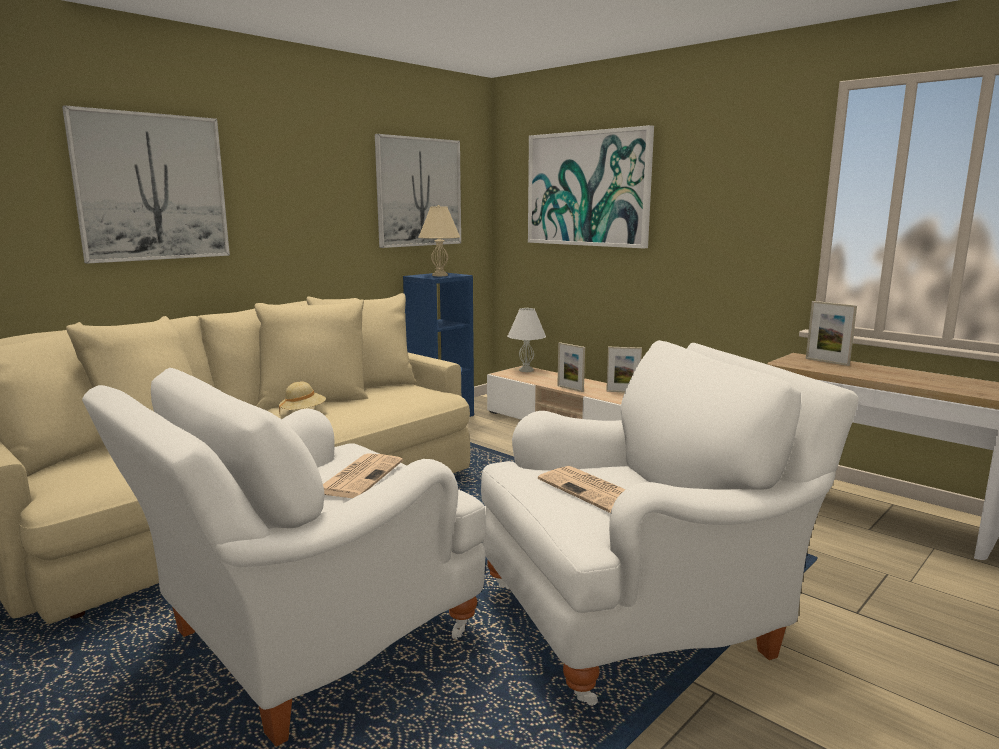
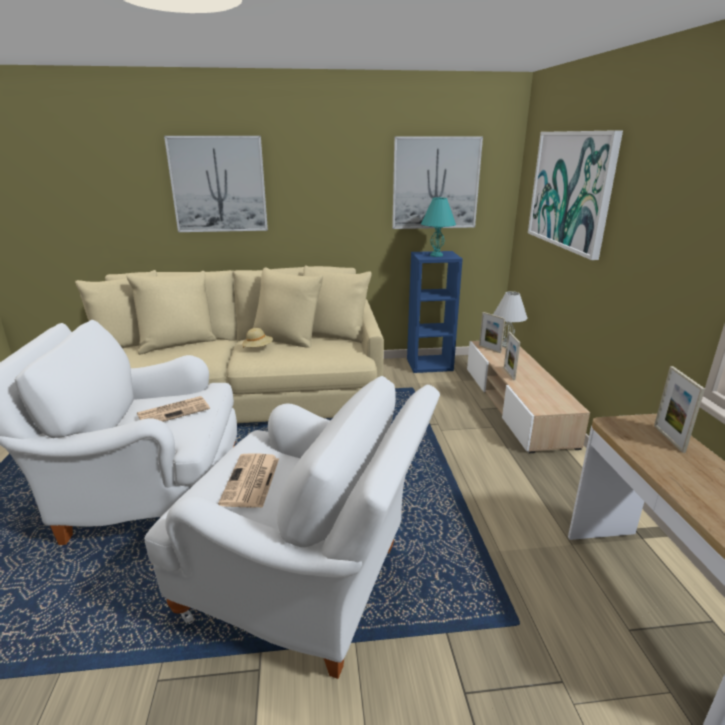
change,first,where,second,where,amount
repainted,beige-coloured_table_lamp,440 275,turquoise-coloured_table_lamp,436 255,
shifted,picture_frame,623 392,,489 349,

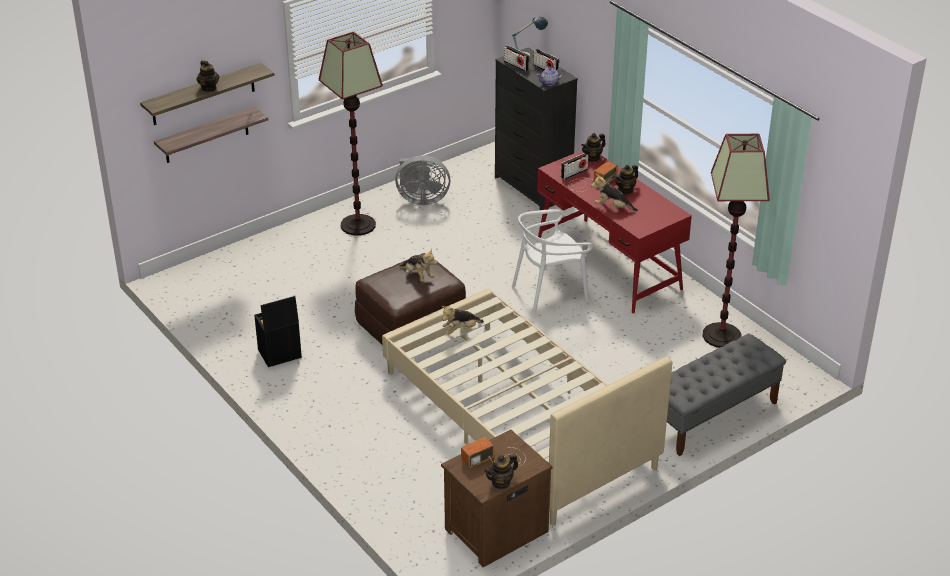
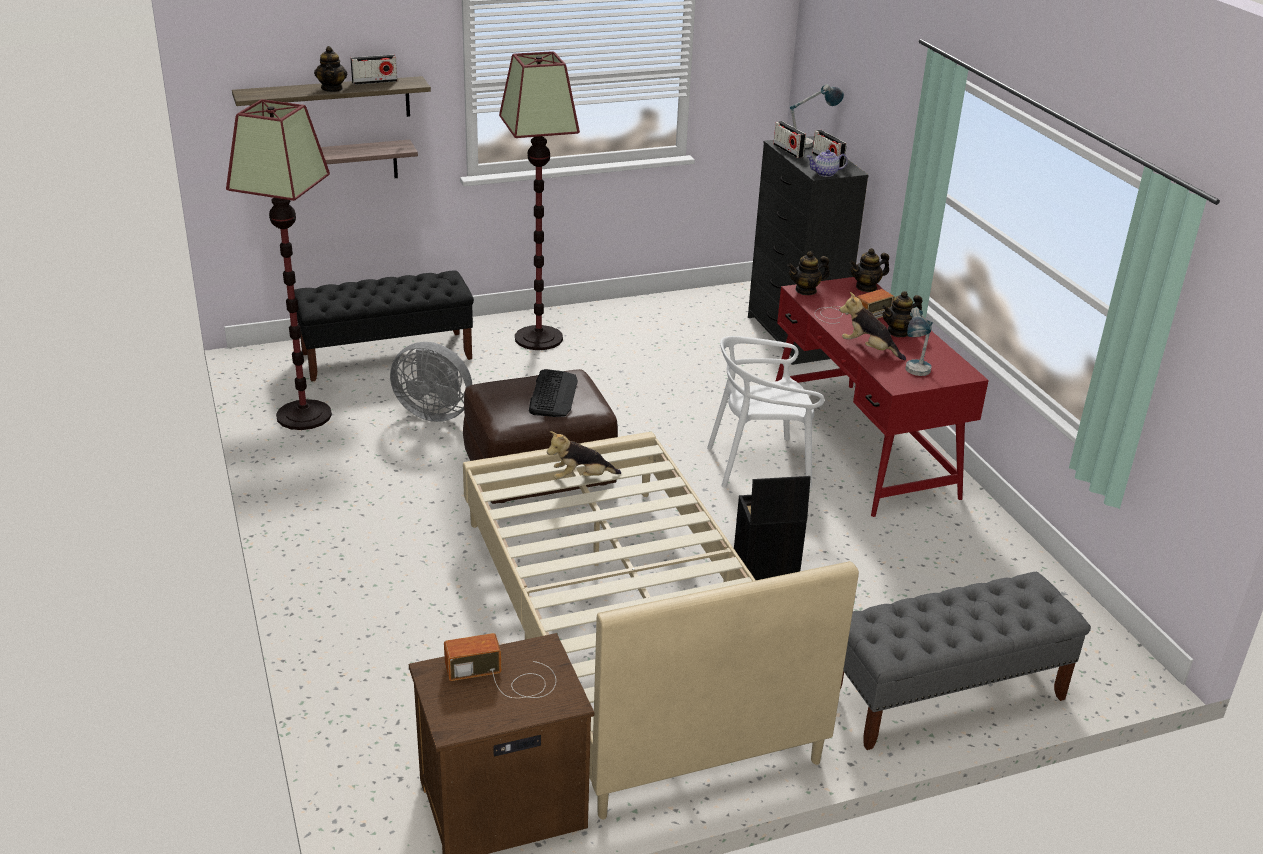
change,first,where,second,where,amount
shifted,standing_lamp,721 335,,304 415,
shifted,radio_receiver,574 173,,374 82,
shifted,greyish_electric_fan,421 199,,434 412,
swapped,plush_toy,418 276,computer_keyboard,553 394,
shifted,blackish_storage_box,279 354,,764 566,
shifted,tea_pot,501 483,,806 290,
new,,,blackish_indoor_bench,387 356,
new,,,table_lamp,914 374,

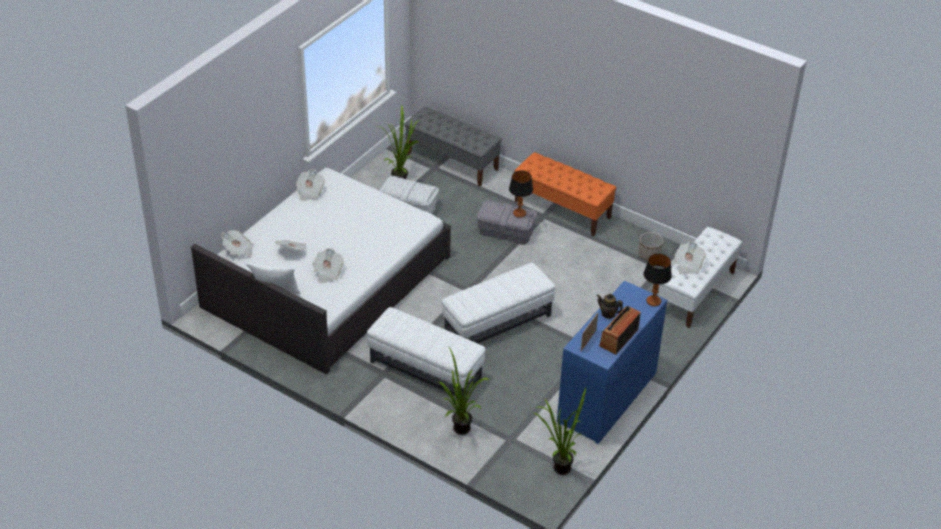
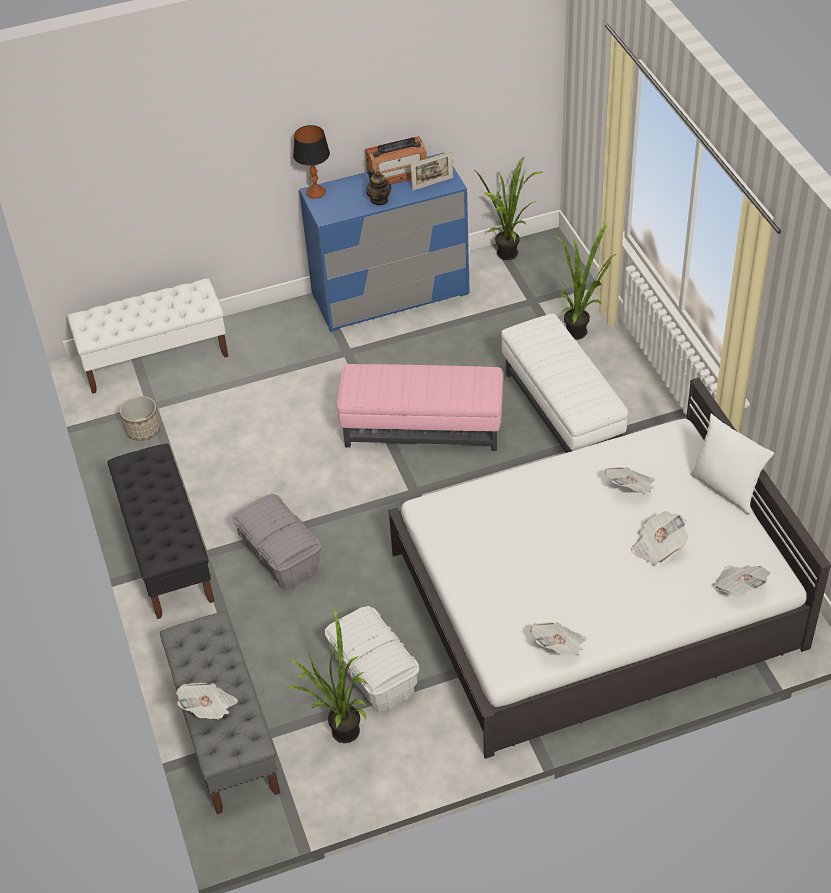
change,first,where,second,where,amount
repainted,orangey_indoor_bench,563 209,blackish_indoor_bench,166 551,
gone,table_lamp,519 213,,,
shifted,printed_paper,688 265,,209 708,
repainted,white_footrest,497 323,pink-coloured_footrest,422 430,

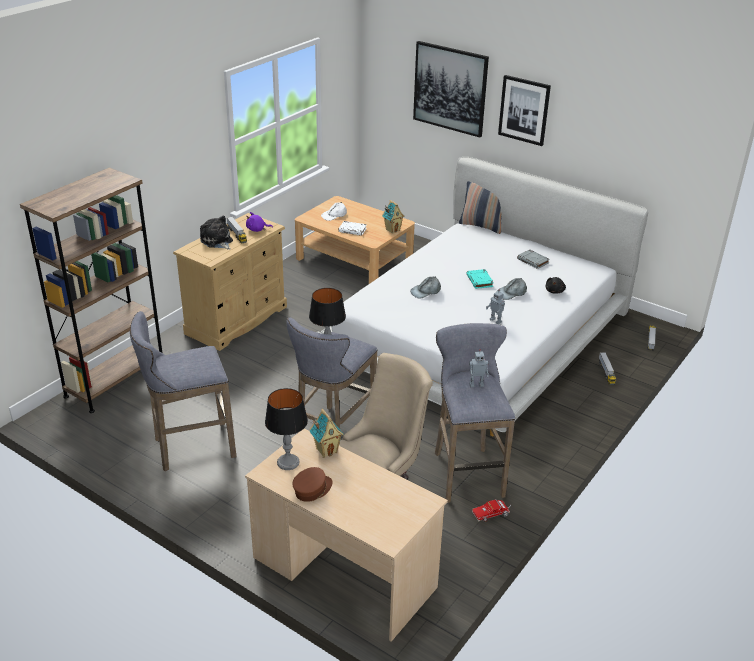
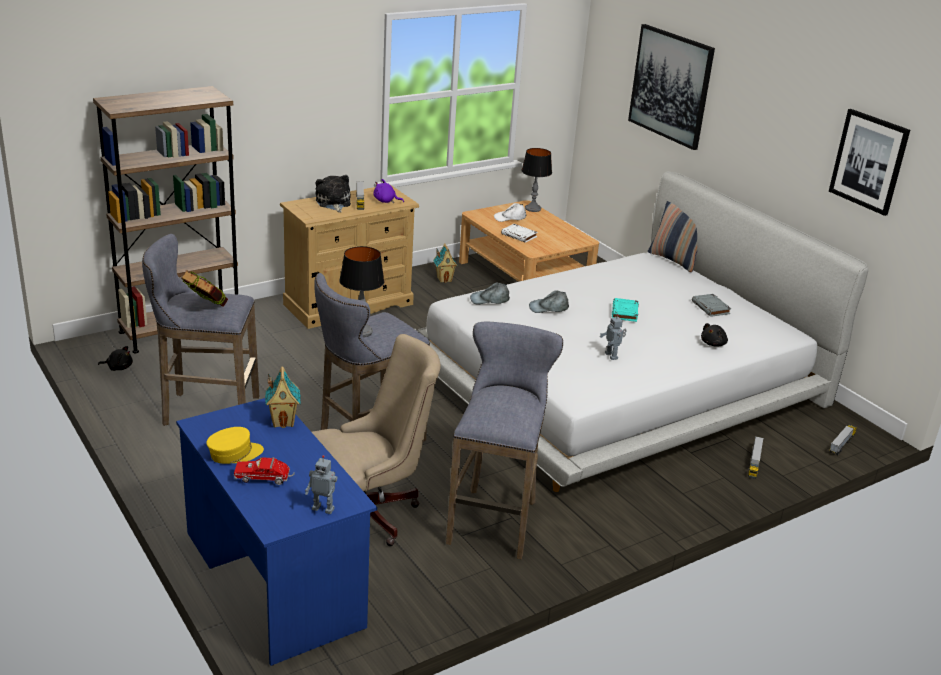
change,first,where,second,where,amount
shifted,wall_art,524 110,,869 161,
shifted,miniature_house,392 230,,444 279,
shifted,greyish_cap,512 292,,490 299,
shifted,toy_robot,476 384,,323 508,
shifted,table_lamp,288 463,,532 209,
repainted,beige-coloured_desk,344 572,blue-coloured_desk,273 578,
repainted,brownish_cap,312 489,yellow_cap,234 453,
shifted,toy_lorry,492 514,,265 478,
new,,,volume,206 309,
new,,,blackish_plush_toy,118 367,

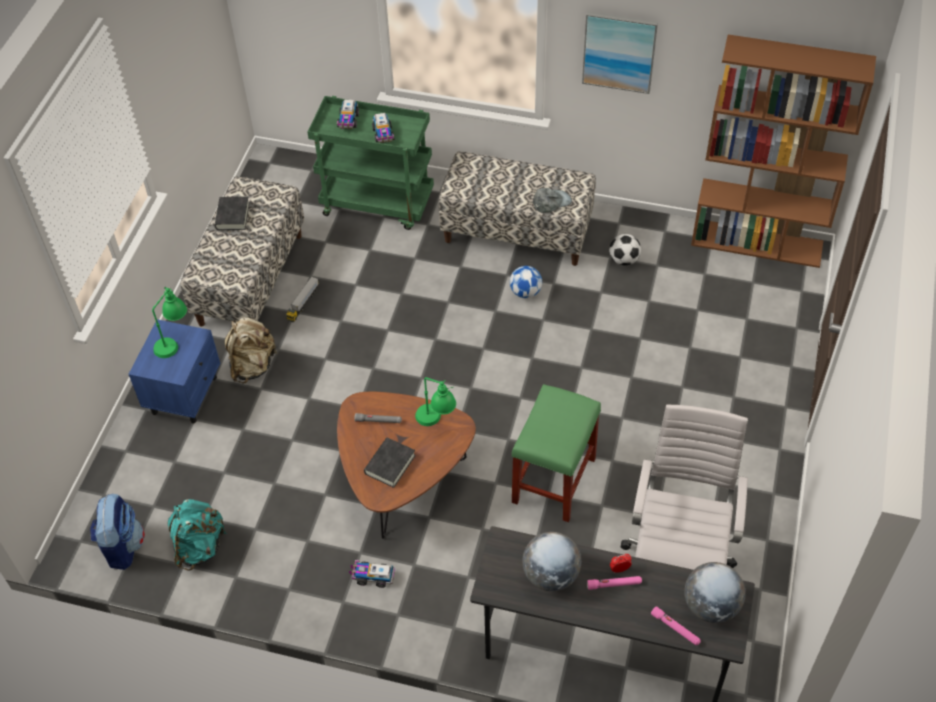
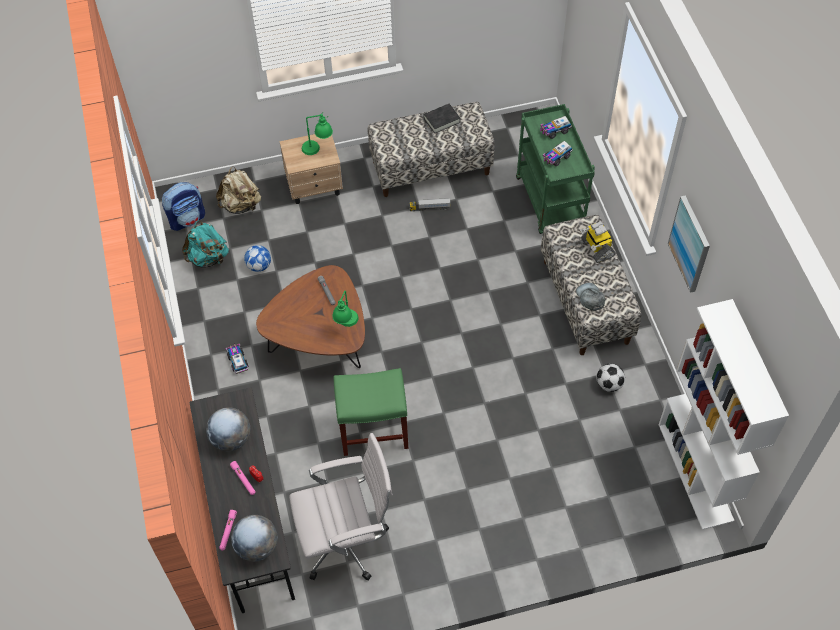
change,first,where,second,where,amount
repainted,brownish_shelving_unit,757 243,white_shelving_unit,696 472,
rotated,greyish_cap,551 202,,590 297,150 degrees counterclockwise
shifted,football,525 292,,259 266,
shifted,beige-coloured_rucksack,252 365,,241 205,
repainted,blue-coloured_nightstand,185 394,beige-coloured_nightstand,315 186,
gone,blackish_volume,390 464,,,
new,,,toy_robot,596 248,

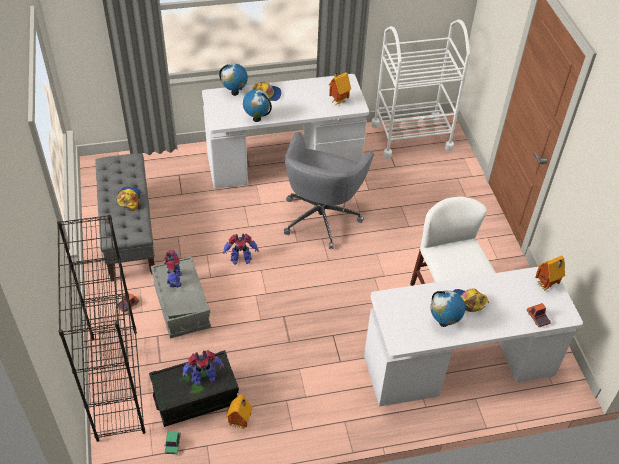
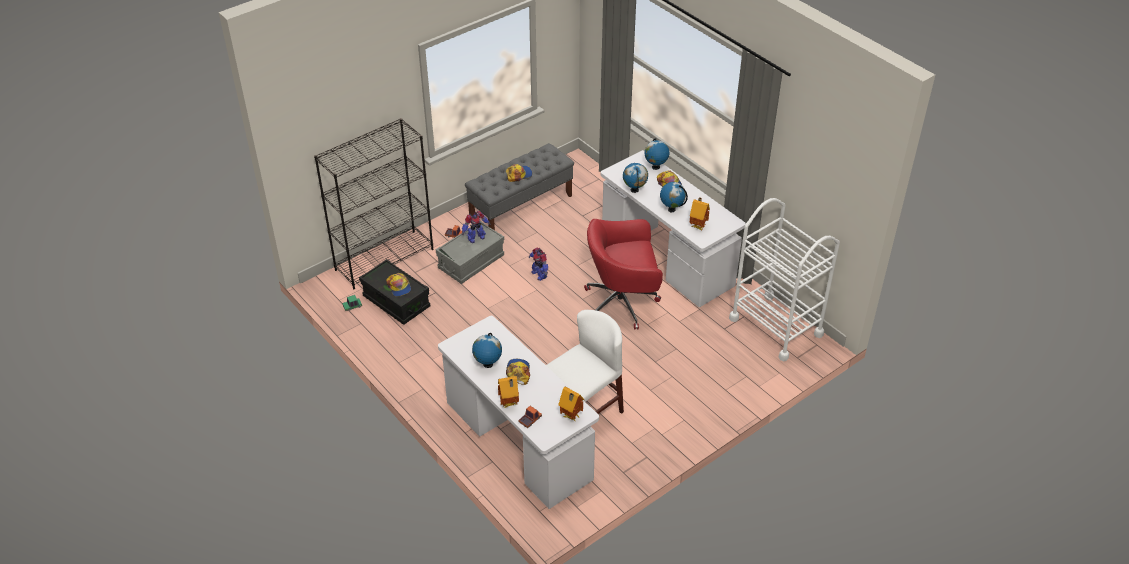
change,first,where,second,where,amount
repainted,greyish_computer_chair,321 216,reddish_computer_chair,622 303,
swapped,toy_robot,203 378,cap,399 287,
shifted,miniature_house,241 423,,509 404,
new,,,desk_globe,671 209,

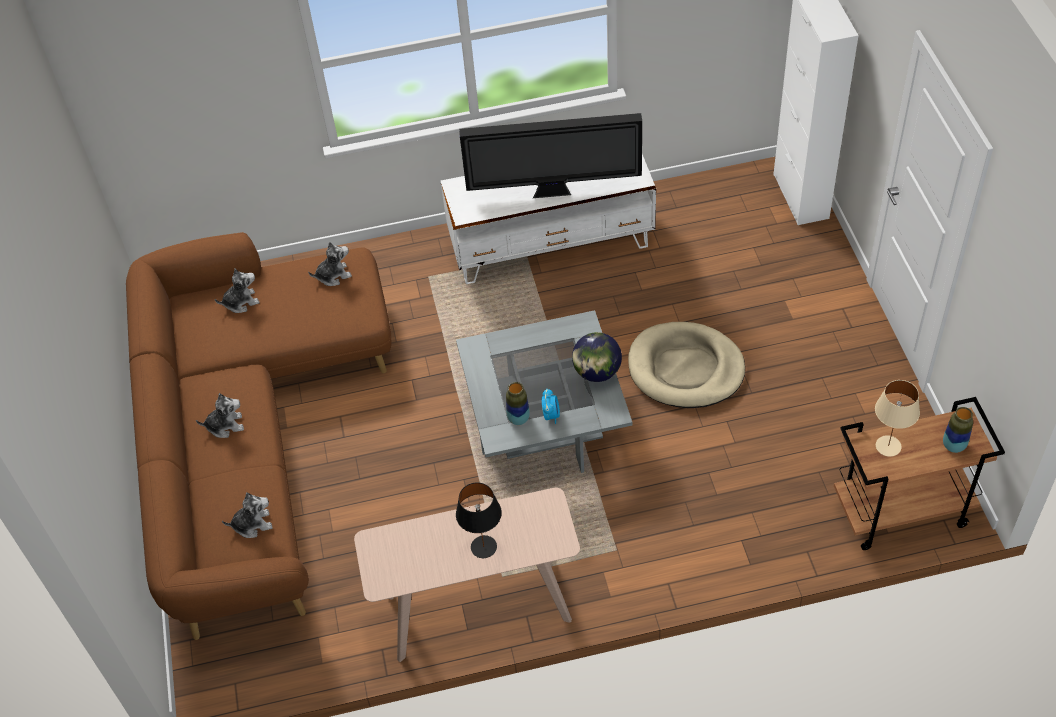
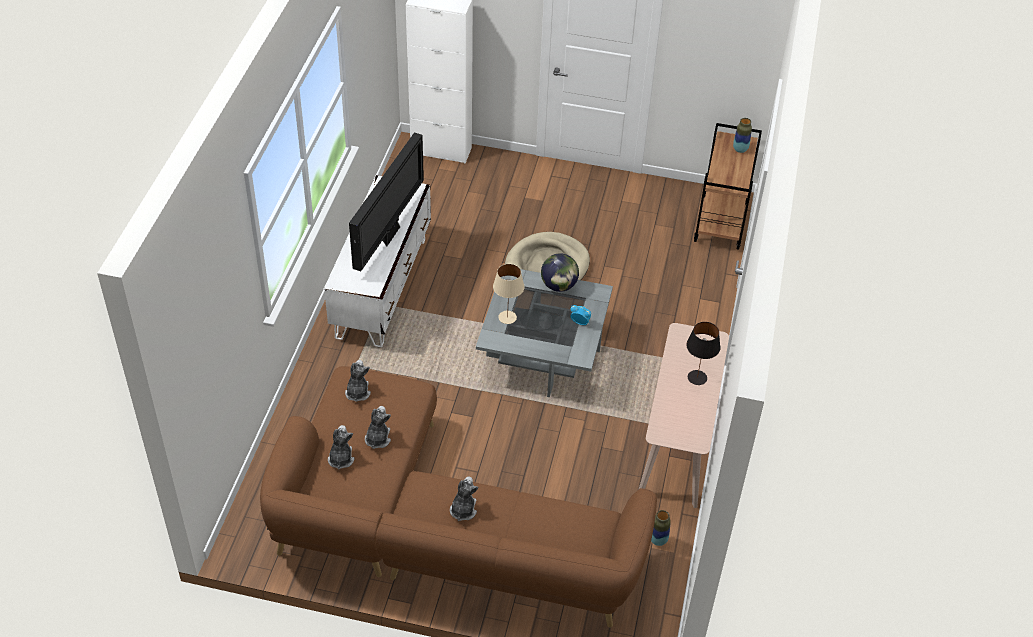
change,first,where,second,where,amount
shifted,beige-coloured_table_lamp,888 445,,507 317,
shifted,vase,518 419,,658 540,
shifted,plush_toy,252 524,,377 438,

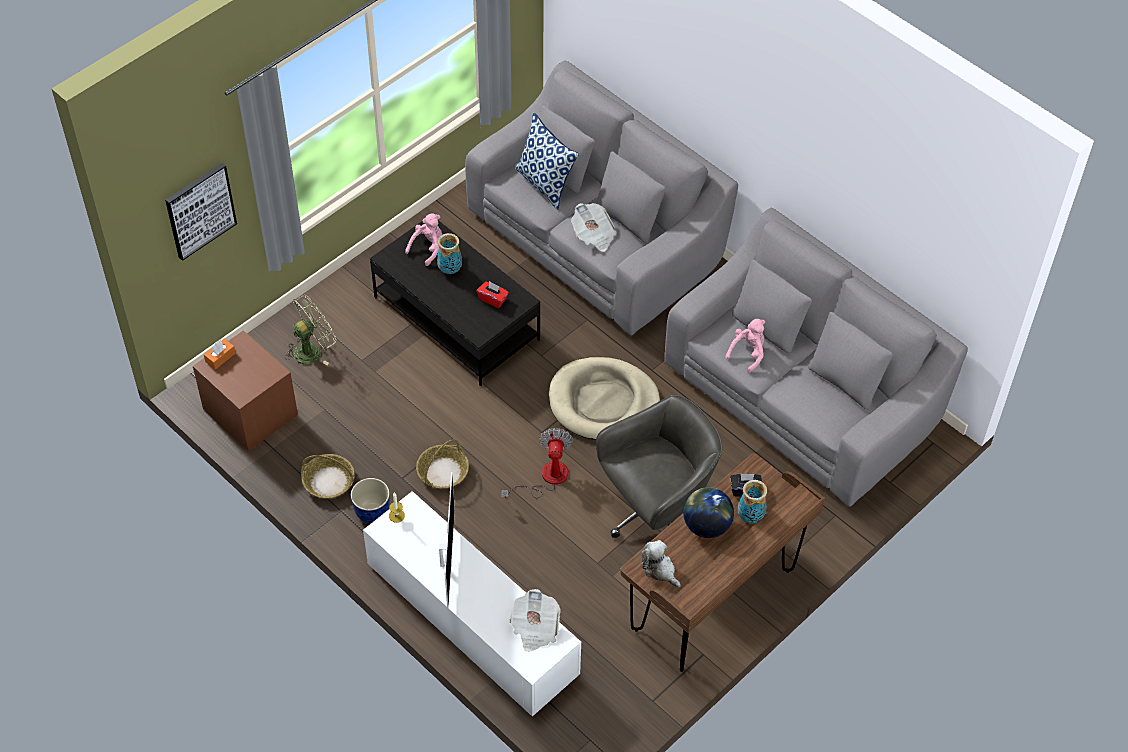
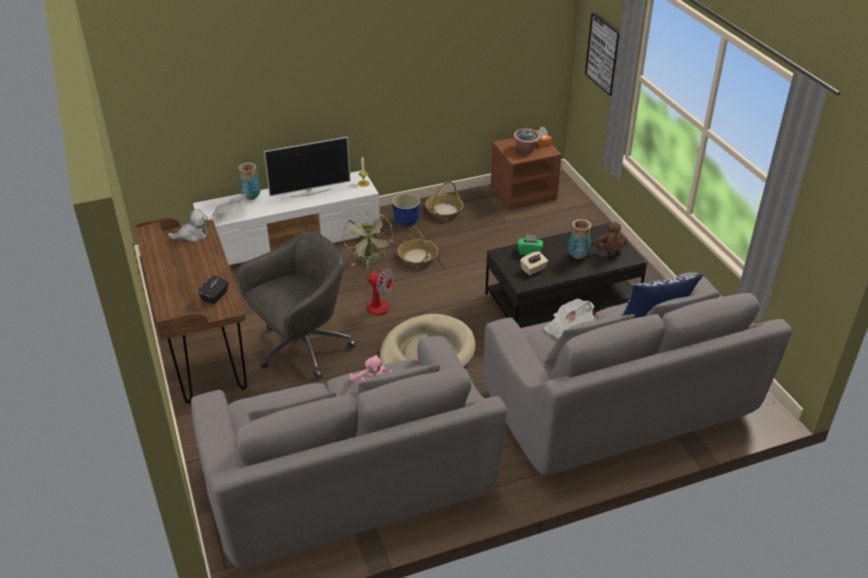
change,first,where,second,where,amount
repainted,pink-coloured_plush_toy,428 248,brownish_plush_toy,608 251,
repainted,reddish_tissue_box,493 299,beige-coloured_tissue_box,533 269,
shifted,greenish_electric_fan,312 350,,370 261,
rotated,greyish_computer_chair,656 513,,302 348,120 degrees counterclockwise
rotated,TV,446 564,,310 192,45 degrees counterclockwise
shifted,vase,750 516,,251 197,
gone,desk_globe,706 525,,,
new,,,potted_plant,526 150,
new,,,greenish_tissue_box,529 251,

